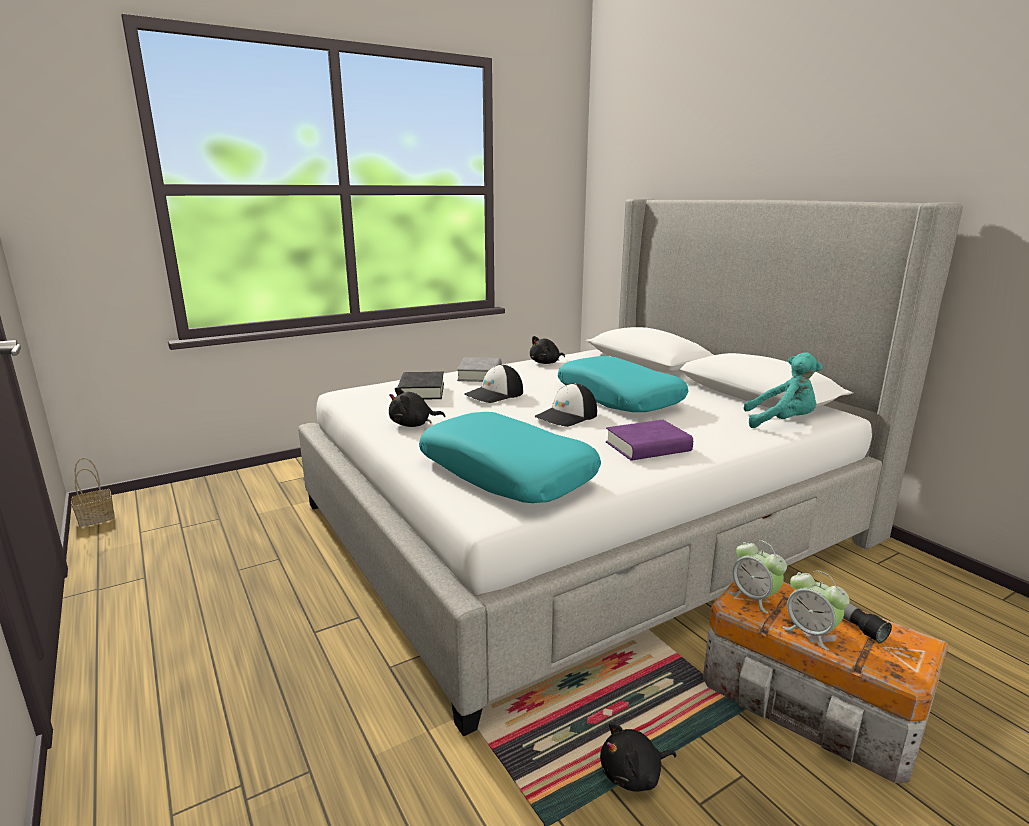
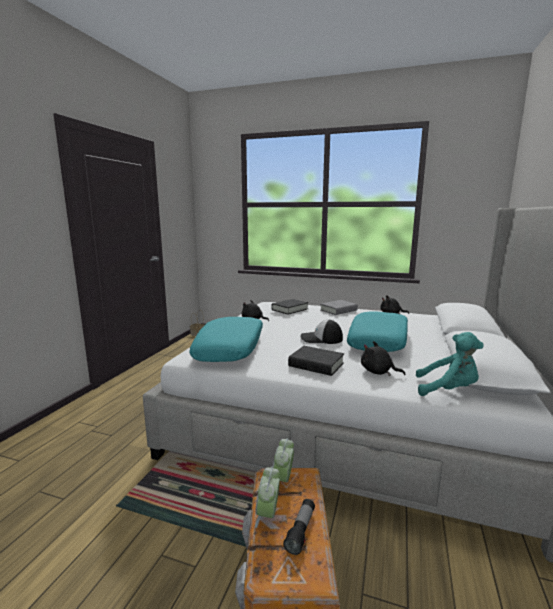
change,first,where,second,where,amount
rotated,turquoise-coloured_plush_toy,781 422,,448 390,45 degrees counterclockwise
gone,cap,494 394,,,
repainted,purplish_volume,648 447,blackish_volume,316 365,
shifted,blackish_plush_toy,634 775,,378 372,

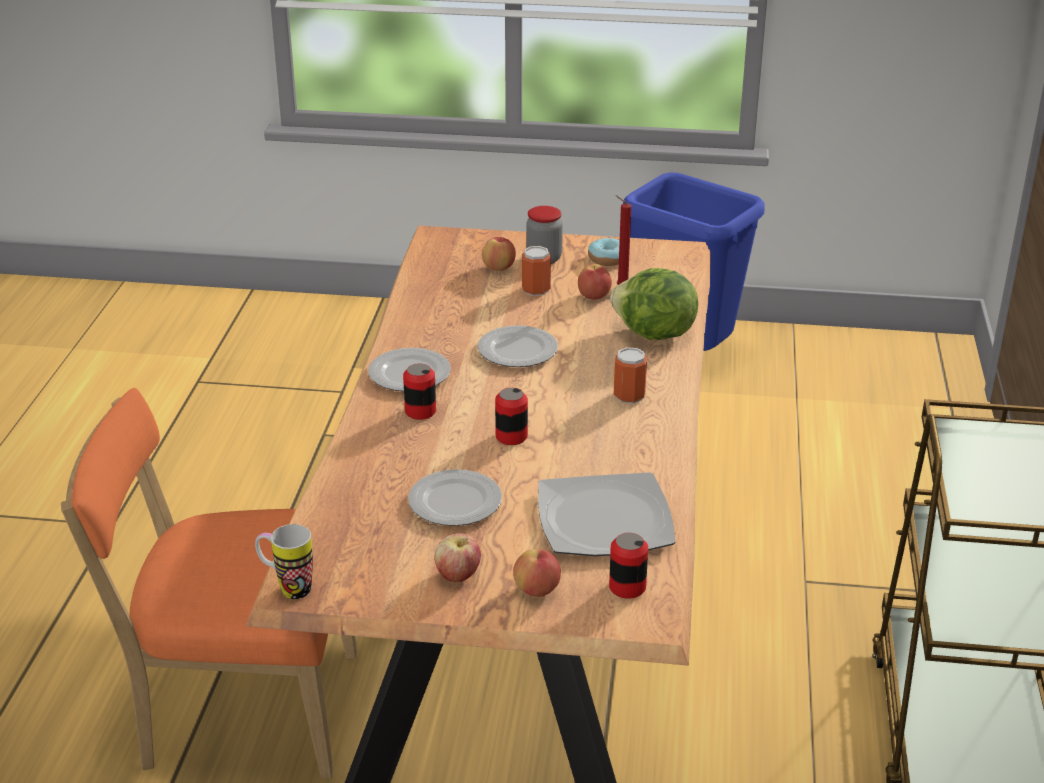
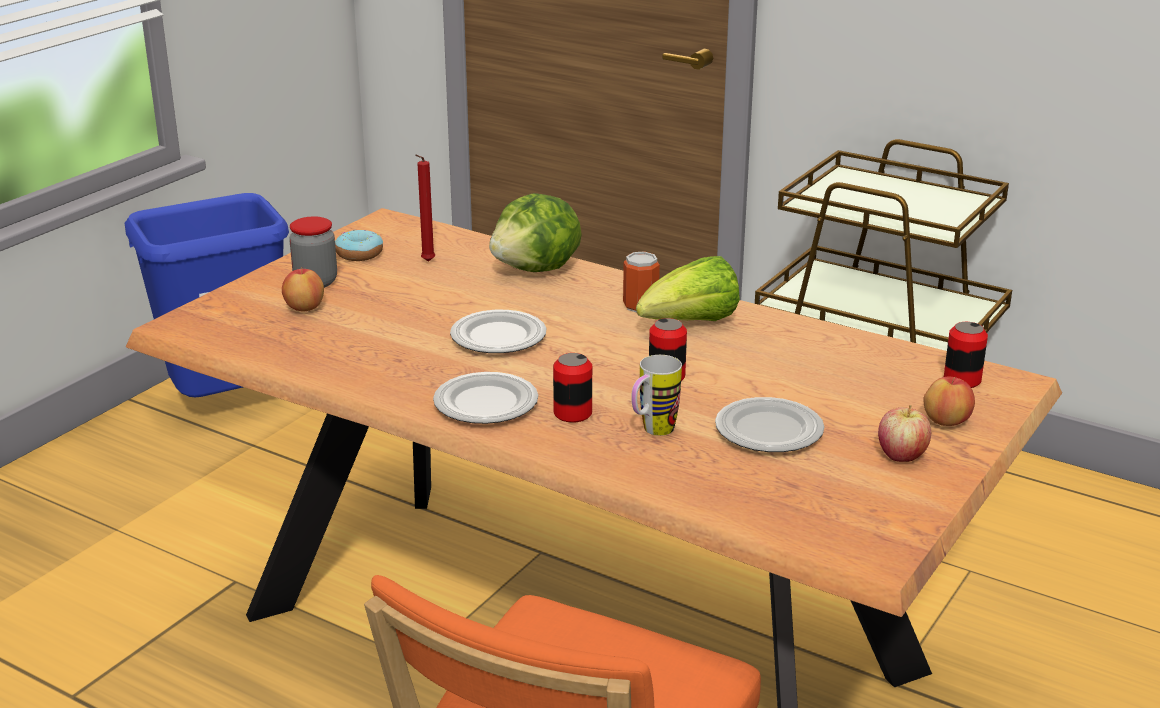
change,first,where,second,where,amount
gone,can,536 290,,,
gone,whole_apple,594 297,,,
gone,dinner_plate,603 519,,,
shifted,mug,287 588,,652 432,
new,,,lettuce_head,690 324,

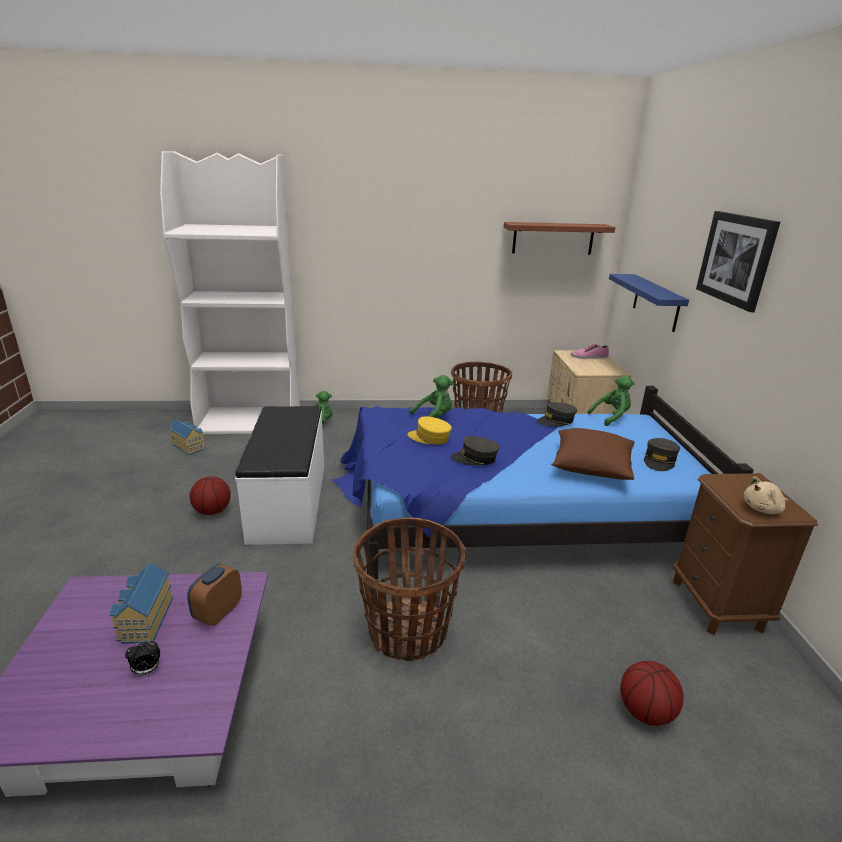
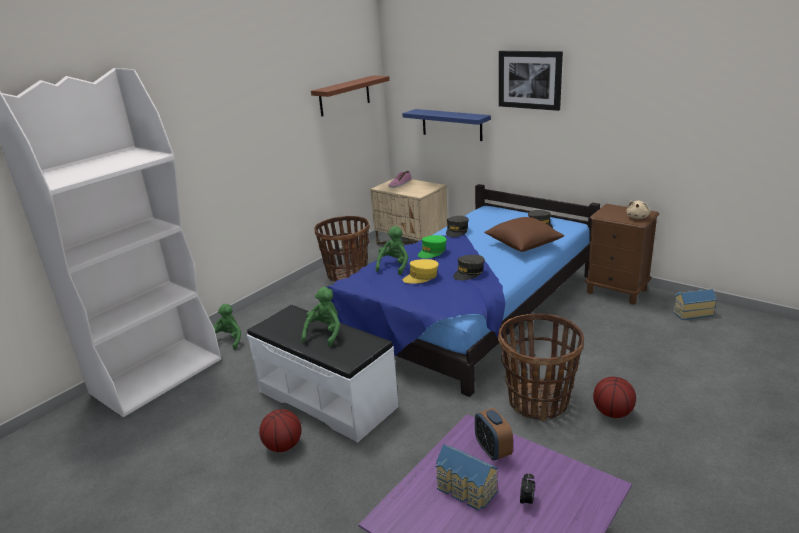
change,first,where,second,where,amount
shifted,greenish_plush_toy,611 417,,325 333,
shifted,miniature_house,189 446,,691 313,
shifted,basketball,646 712,,613 413,
new,,,greenish_cap,432 252,

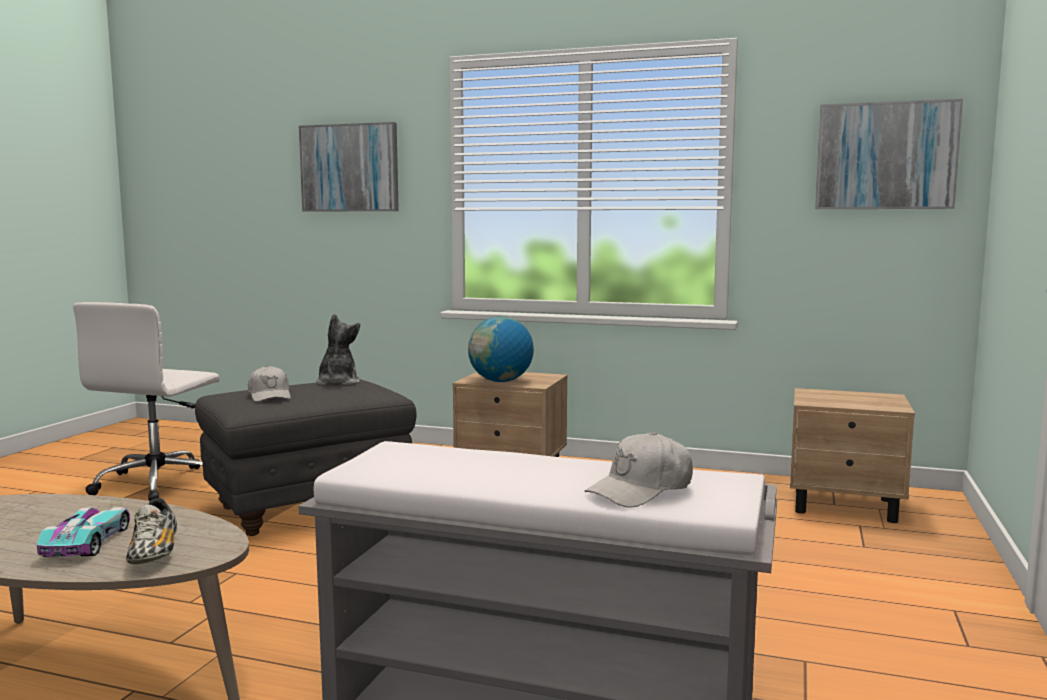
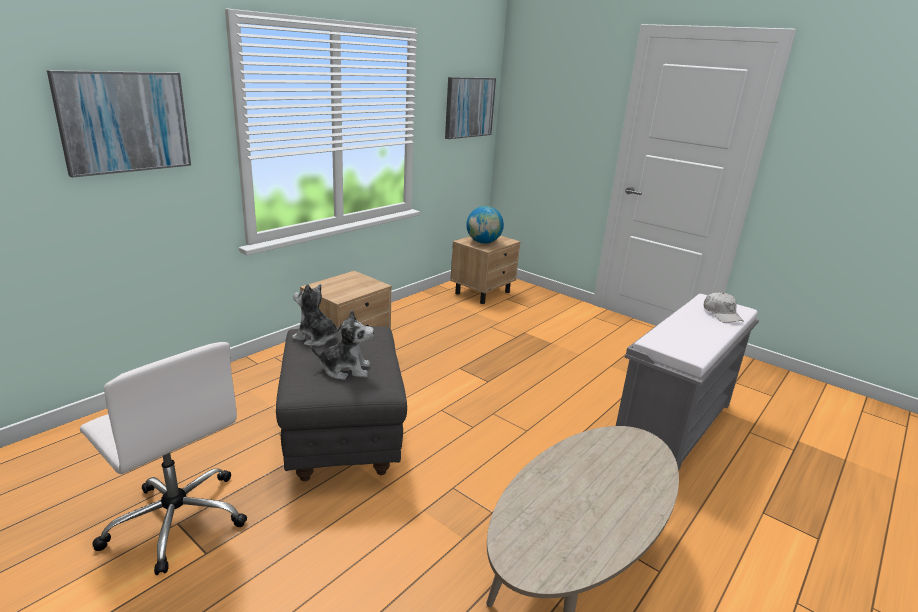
change,first,where,second,where,amount
shifted,desk_globe,501 381,,483 242,
swapped,white_cap,270 396,plush_toy,345 369,
gone,shoe,154 553,,,
gone,model_car,87 542,,,

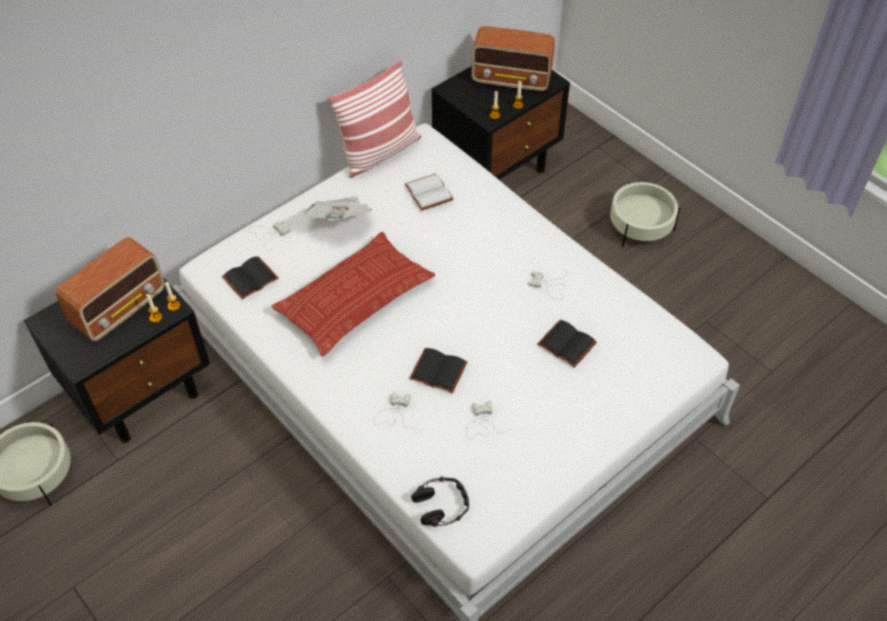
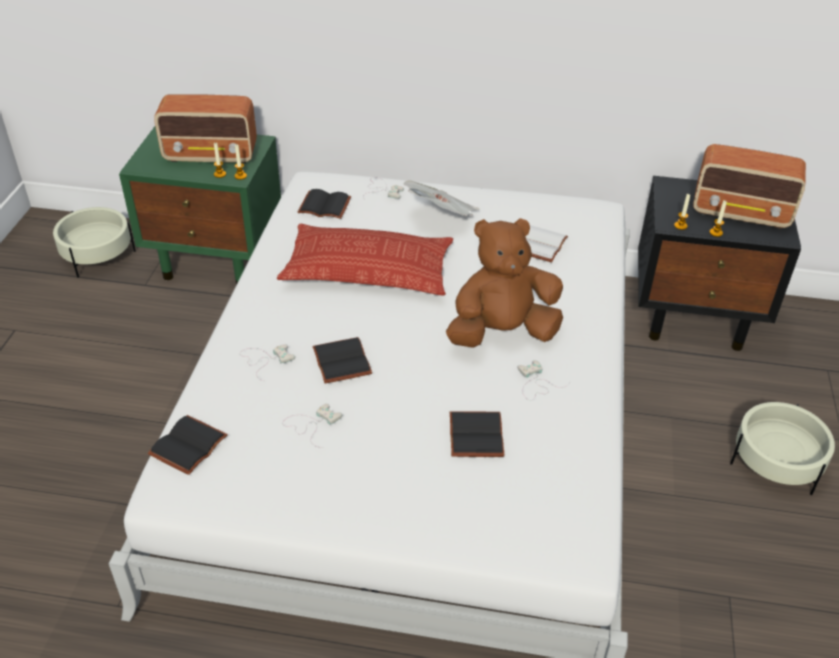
change,first,where,second,where,amount
rotated,radio_receiver,512 79,,742 213,45 degrees counterclockwise
gone,cushion,379 152,,,
repainted,blackish_nightstand,142 391,greenish_nightstand,218 260,
swapped,pair_of_headphones,441 505,blackish_volume,189 447,
new,,,brownish_plush_toy,502 333,

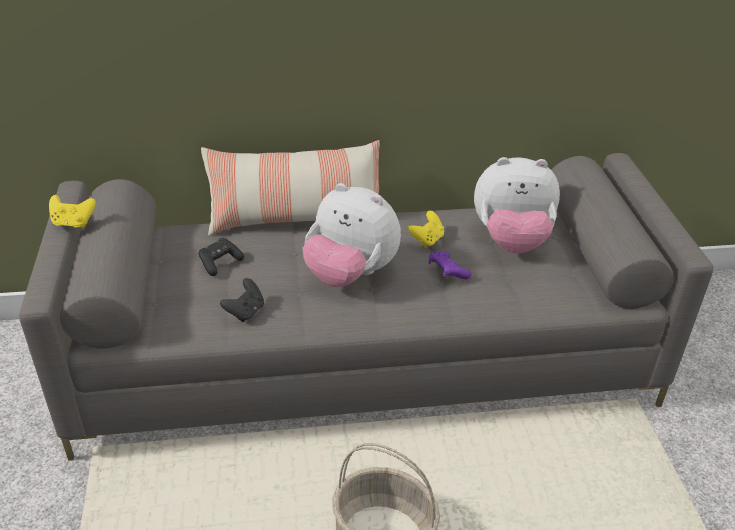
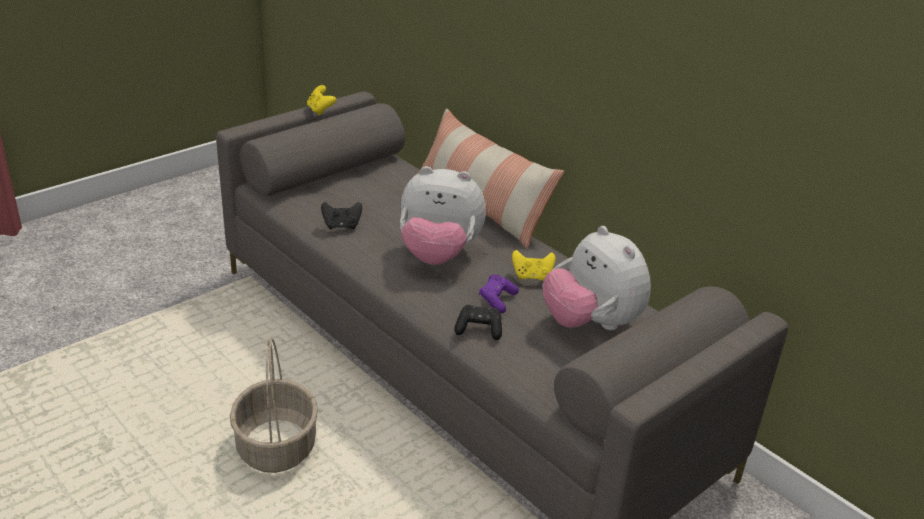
change,first,where,second,where,amount
rotated,plush_toy,350 274,,438 255,75 degrees counterclockwise
shifted,blackish_game_controller,220 263,,479 329,

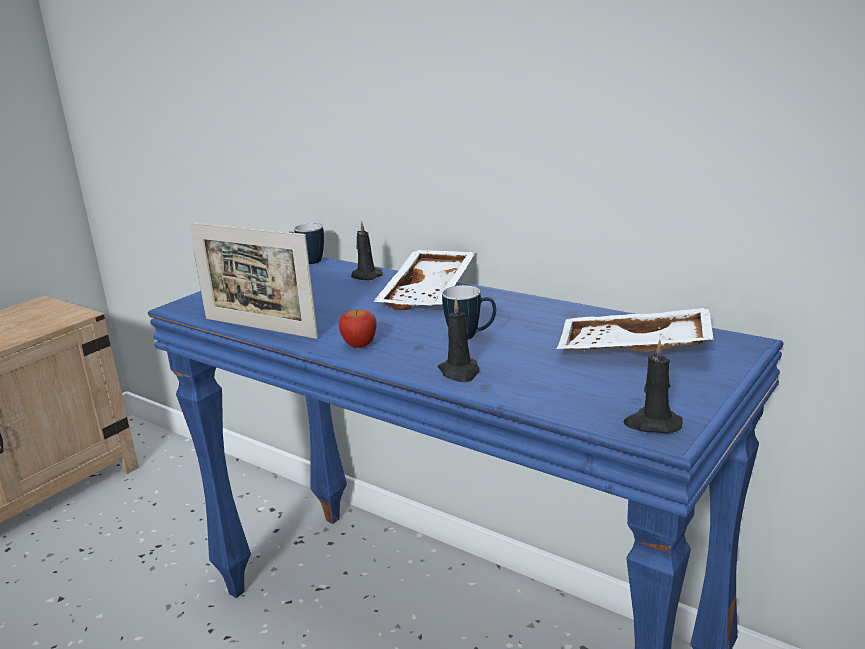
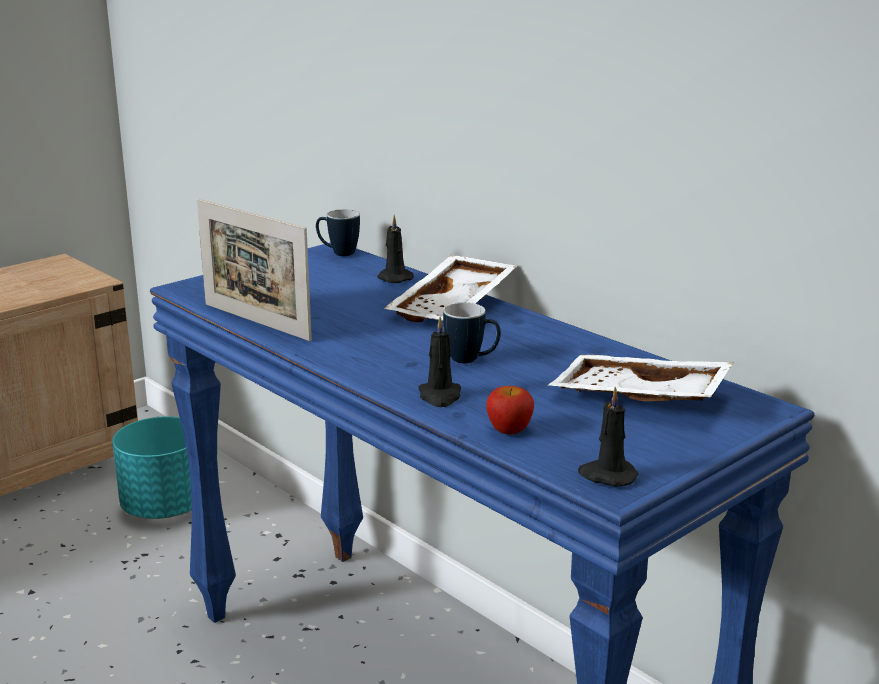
change,first,where,second,where,amount
shifted,whole_apple,359 344,,509 430,
new,,,turquoise-coloured_flower_pot,164 508,

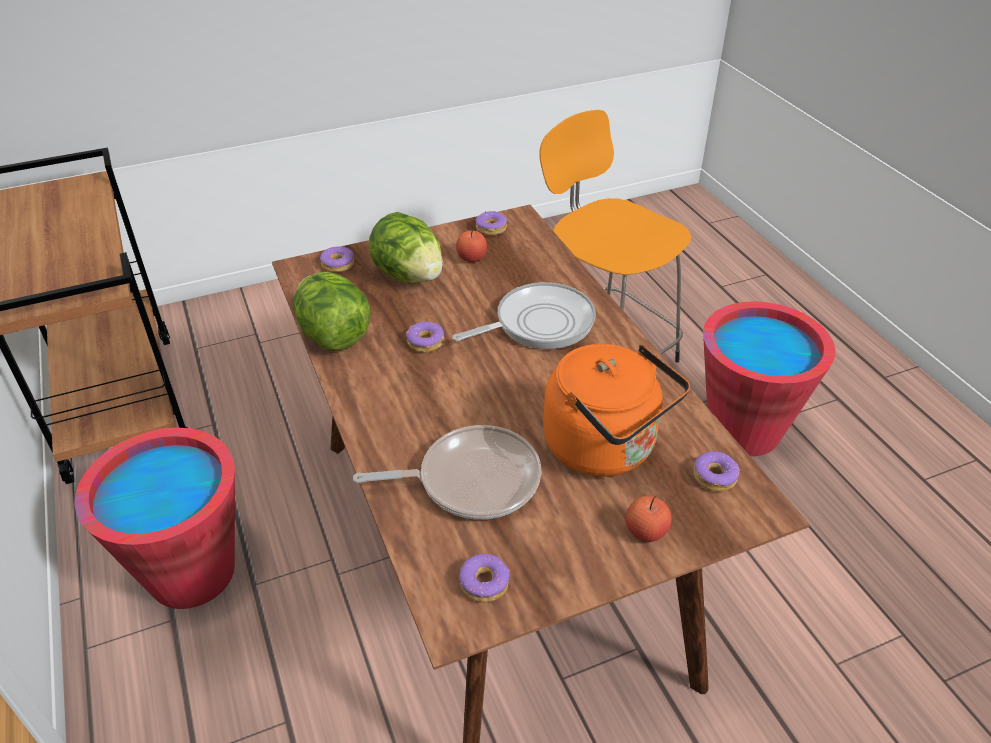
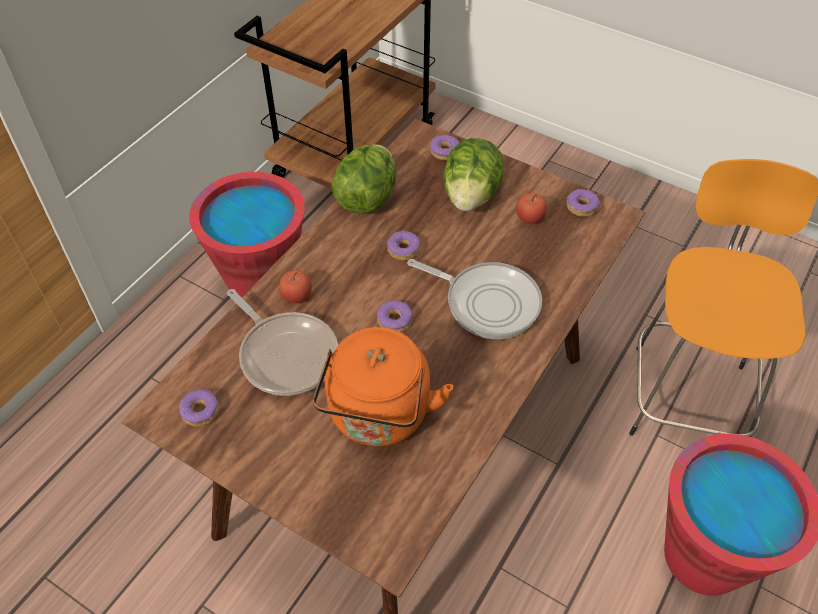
change,first,where,second,where,amount
shifted,ring_doughnut,714 476,,395 320,
shifted,whole_apple,646 531,,296 296,

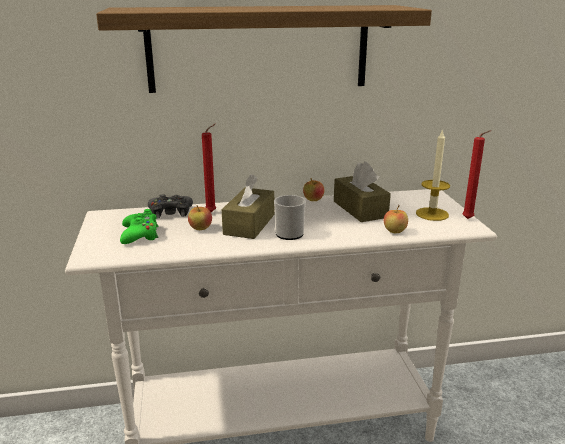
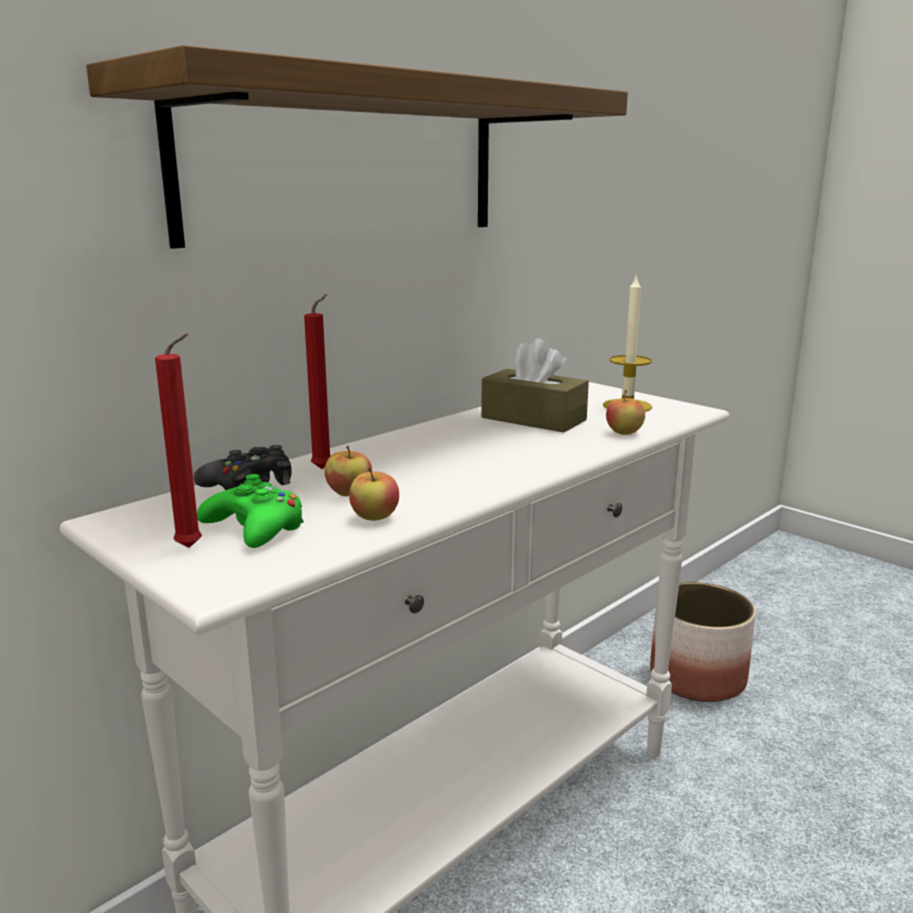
change,first,where,second,where,amount
shifted,reddish_wax_light,469 219,,193 548,
gone,brownish_tissue_box,249 224,,,
shifted,whole_apple,313 200,,375 517,
gone,mug,288 232,,,
new,,,flower_pot,698 677,

